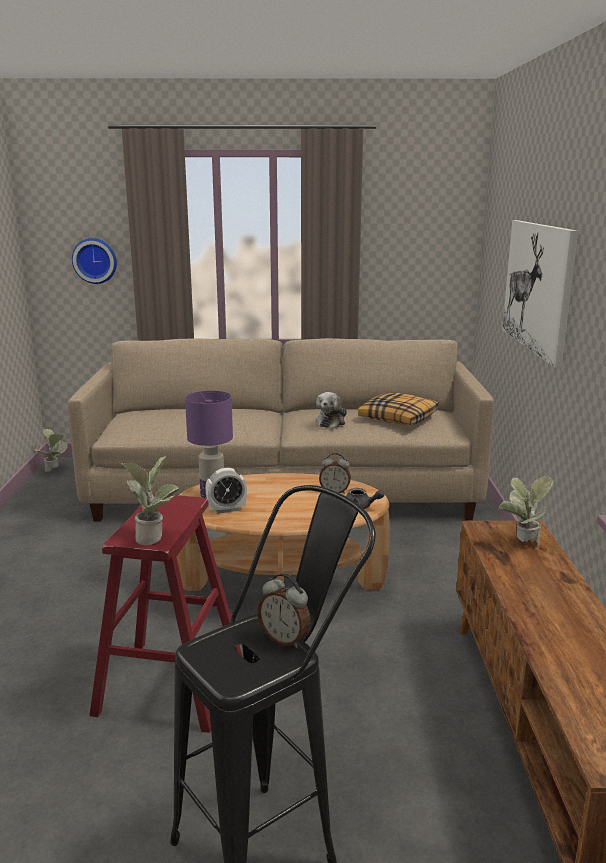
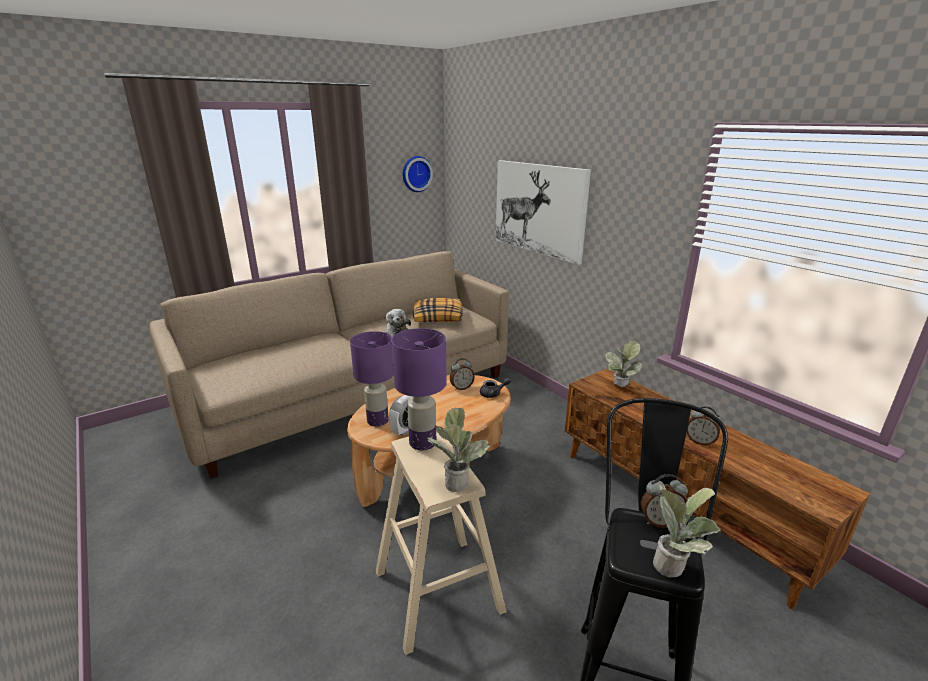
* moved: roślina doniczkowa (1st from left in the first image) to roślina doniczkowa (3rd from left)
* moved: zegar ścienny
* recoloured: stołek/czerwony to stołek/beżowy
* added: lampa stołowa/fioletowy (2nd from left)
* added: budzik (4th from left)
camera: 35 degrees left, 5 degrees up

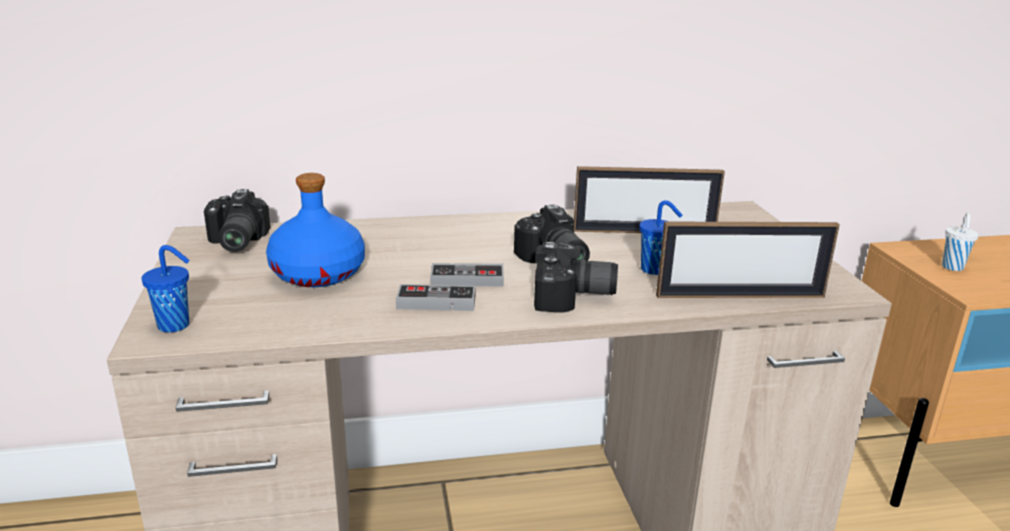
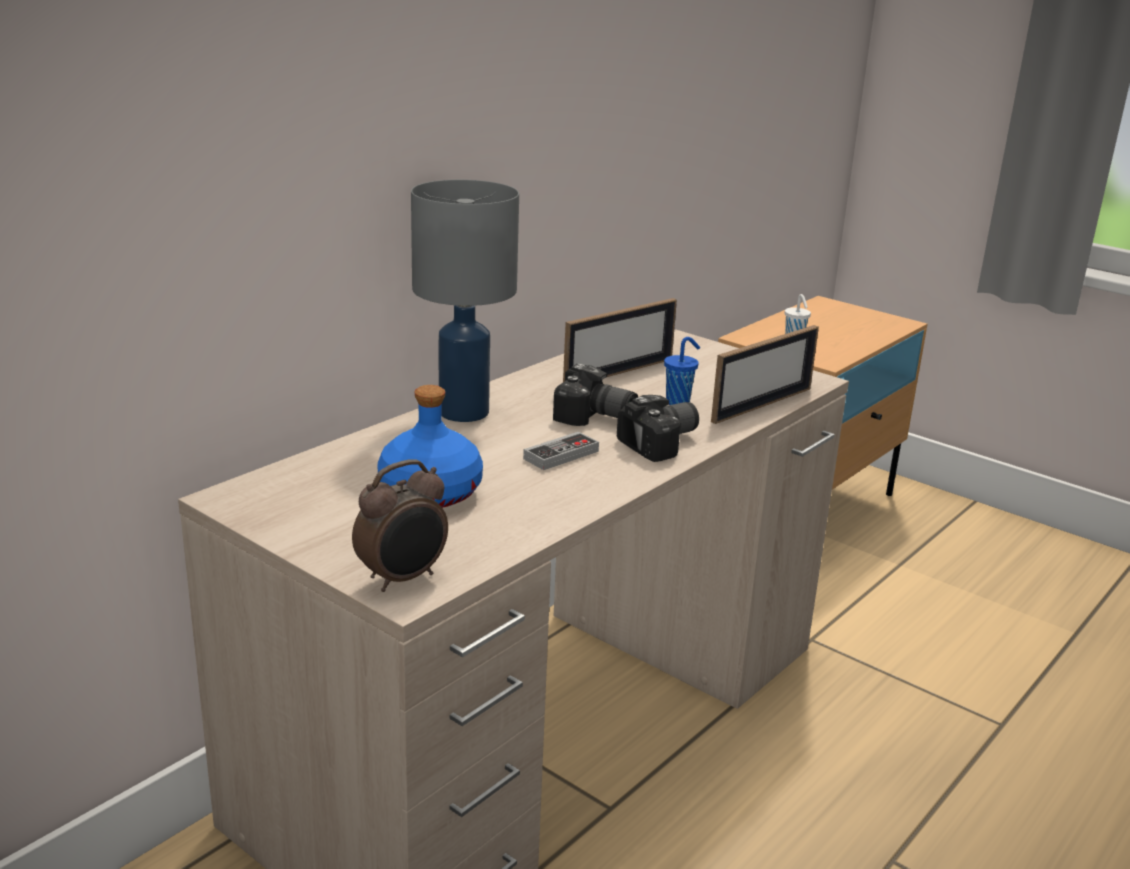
* replaced: filiżanka/niebieski (1st from left) to budzik
* removed: aparat fotograficzny (1st from left)
* removed: pad do gier (1st from left)
* added: lampa stołowa/szary
camera: 40 degrees left, 0 degrees up

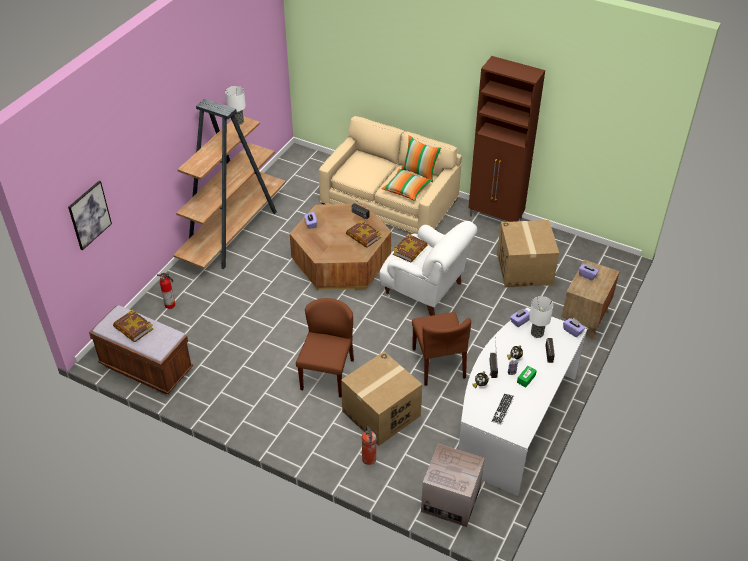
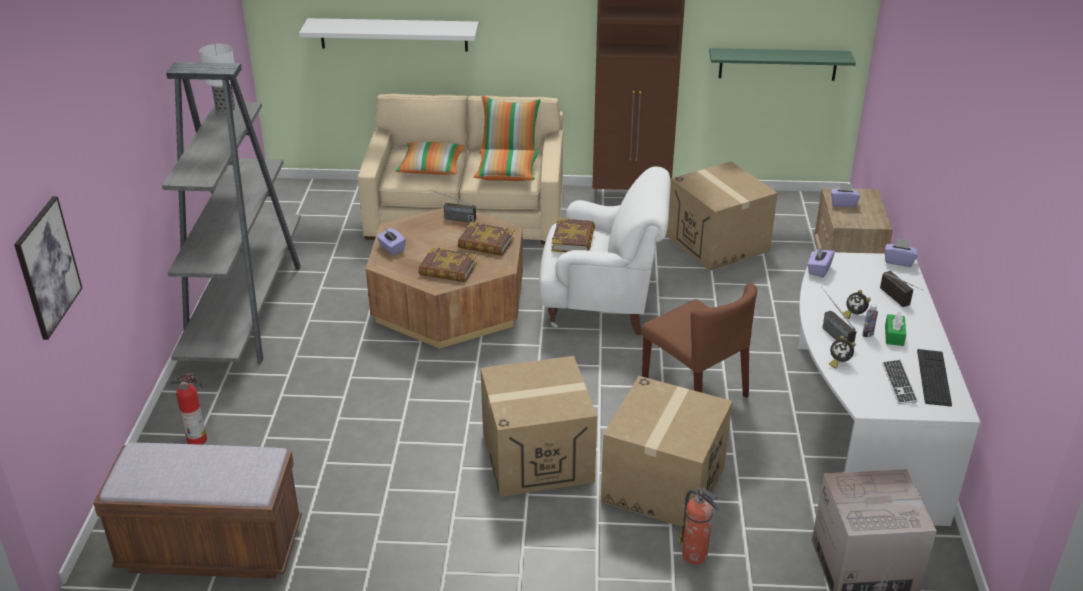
* moved: książka (1st from left)
* recoloured: regał/brązowy to regał/szary
* replaced: krzesło/brązowy (1st from left) to karton (1st from left)
* removed: lampa stołowa (2nd from left)
* added: półka/biały
* added: poduszka (1st from left)
* added: półka/zielony
* added: klawiatura (2nd from left)
camera: 25 degrees left, 10 degrees down

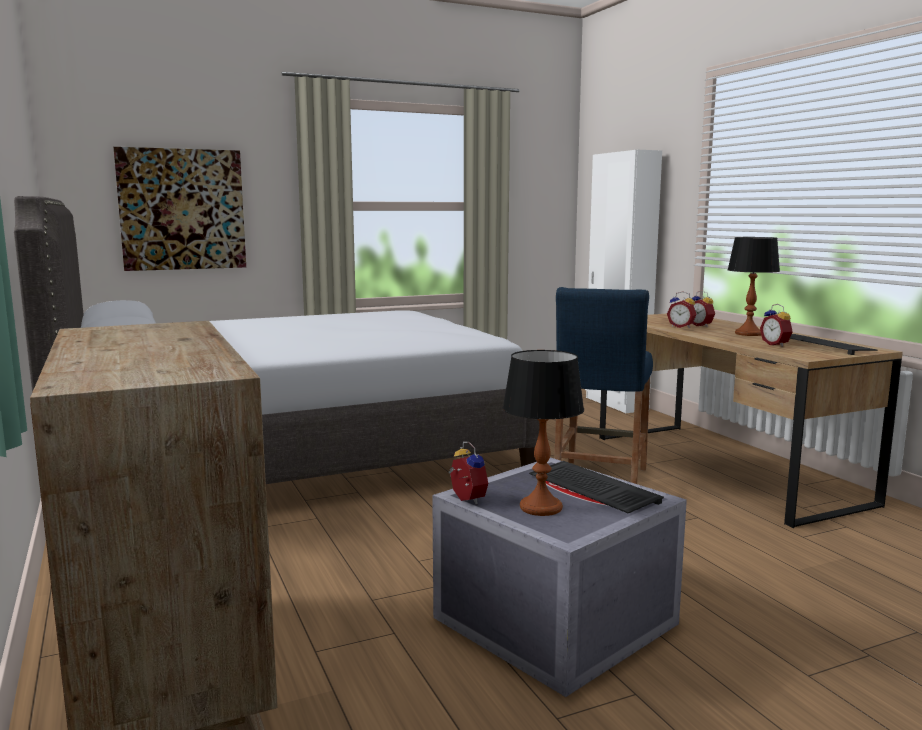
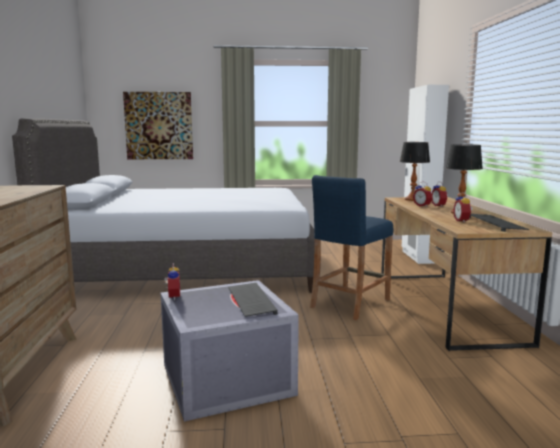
* moved: lampa stołowa (1st from left)
camera: 20 degrees right, 0 degrees up

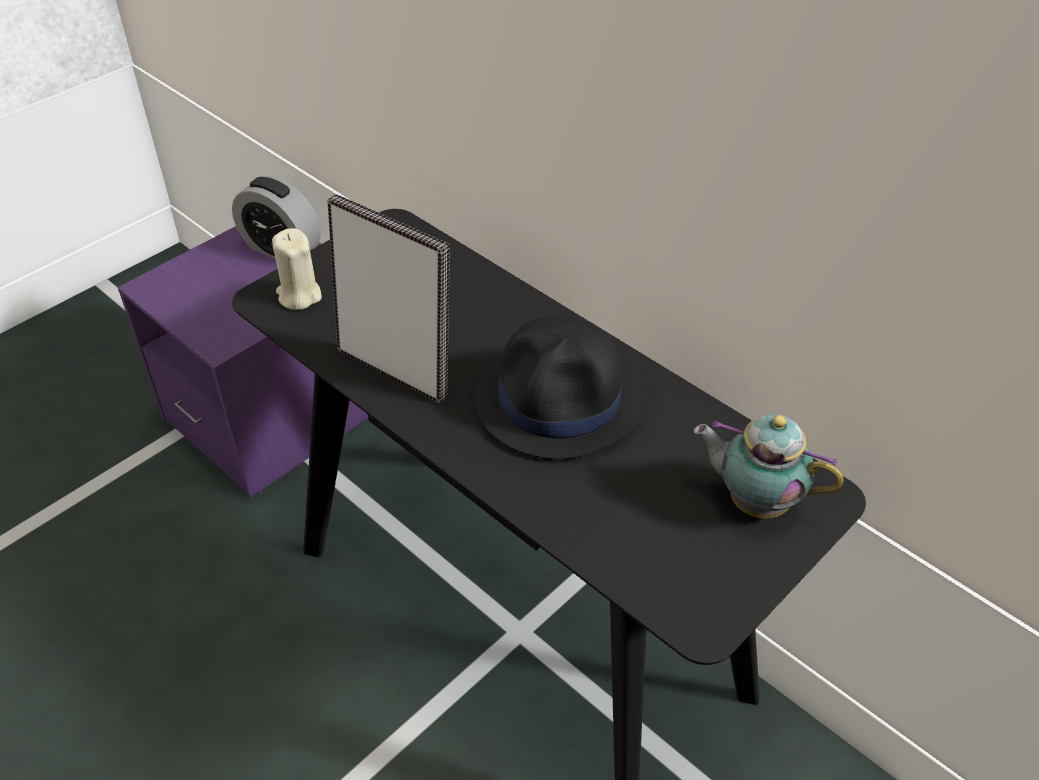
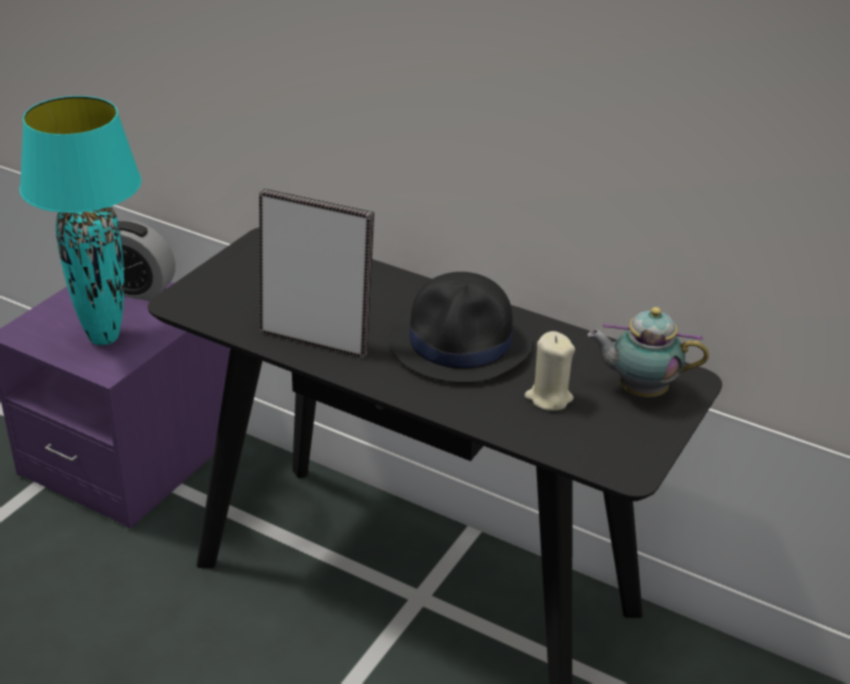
* moved: świeca/beżowy
* added: lampa stołowa/turkusowy
camera: 15 degrees left, 10 degrees down

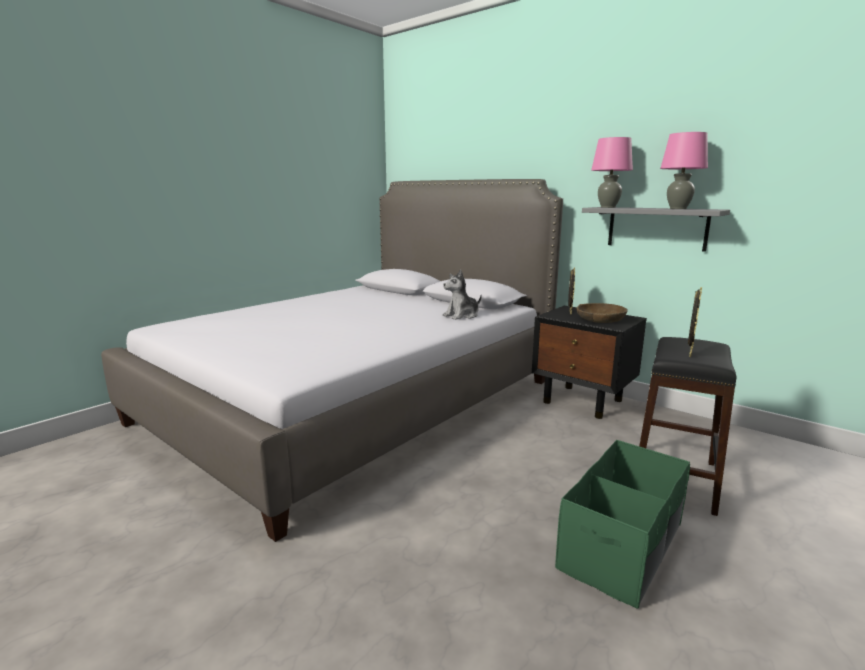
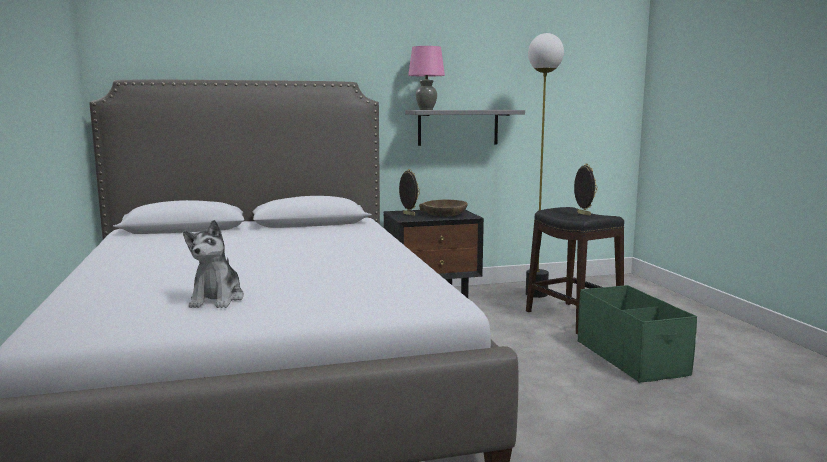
* moved: pluszak
* removed: lampa stołowa/różowy (2nd from left)
* added: lampa stojąca
camera: 55 degrees left, 5 degrees down

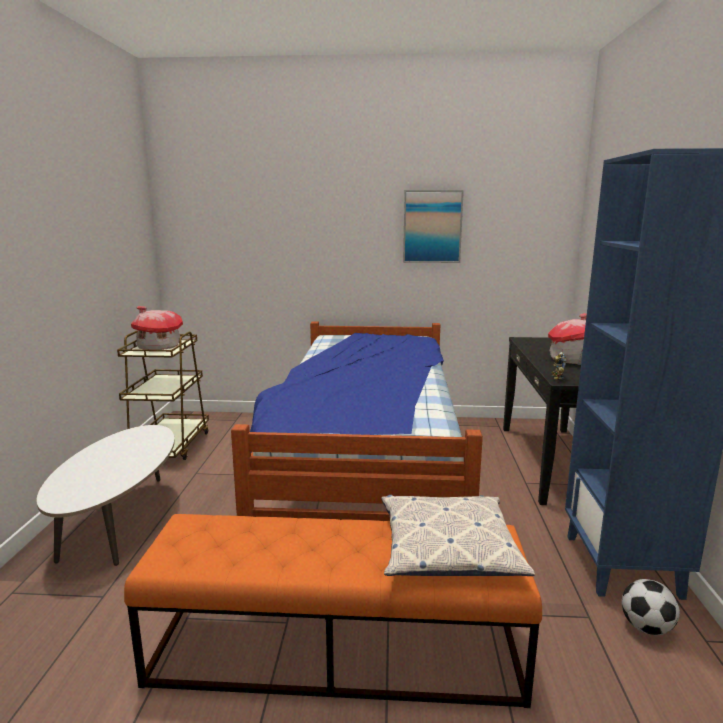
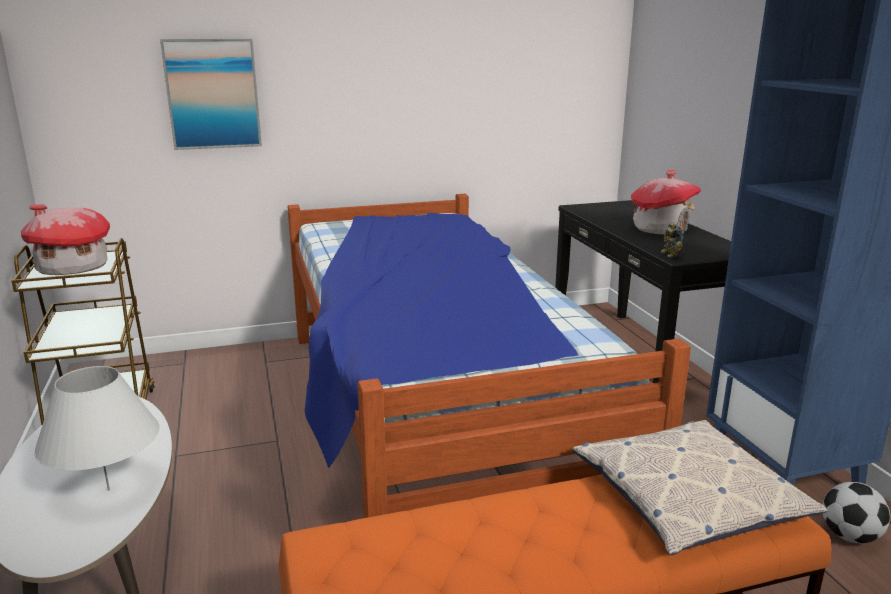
* moved: obraz
* added: lampa stołowa/biały
camera: 20 degrees left, 5 degrees up

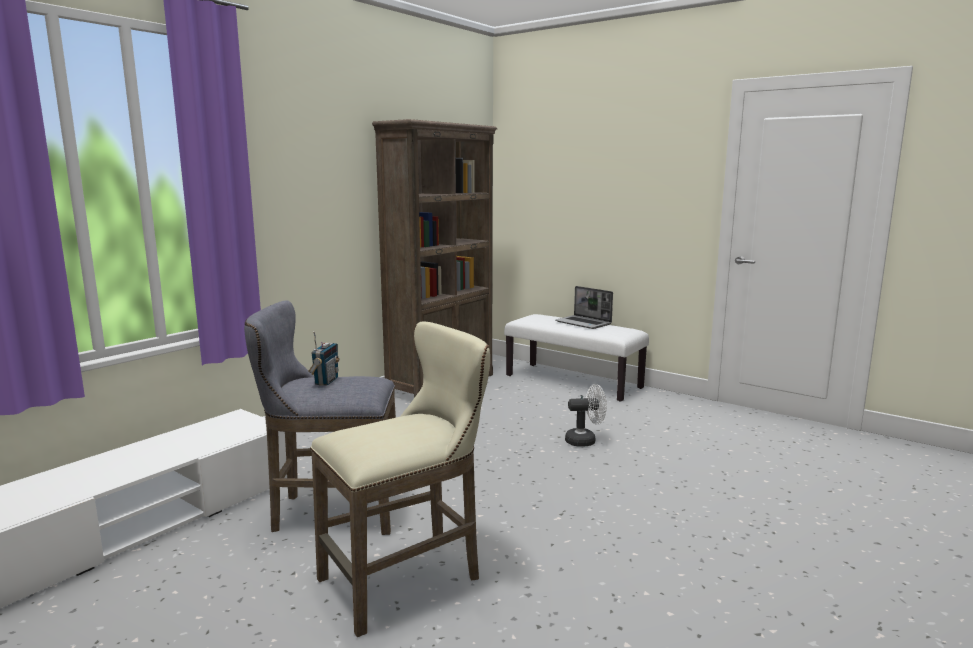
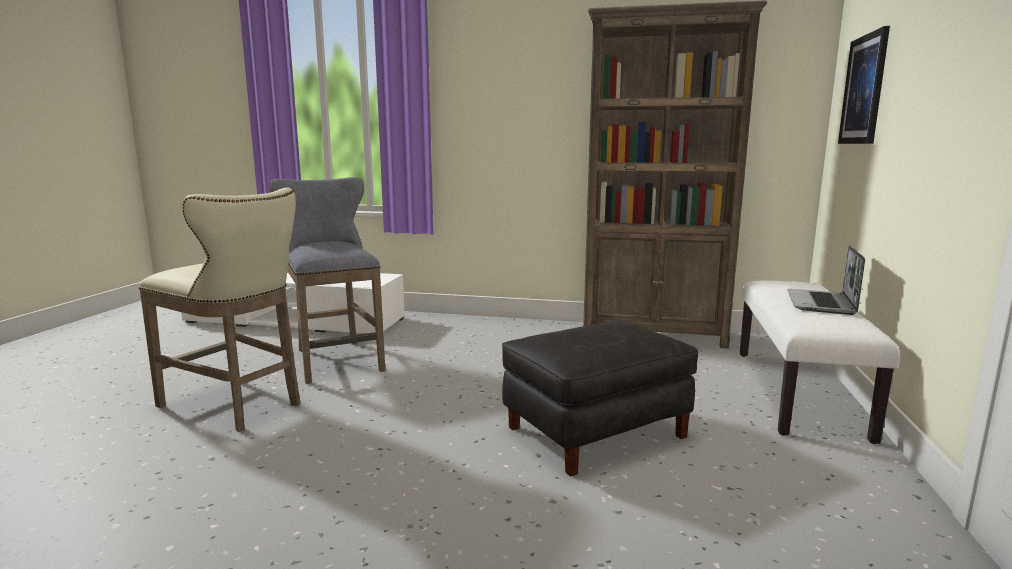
* removed: radio
* replaced: wentylator/biały to pufa/czarny
* added: obraz
camera: 65 degrees right, 0 degrees up

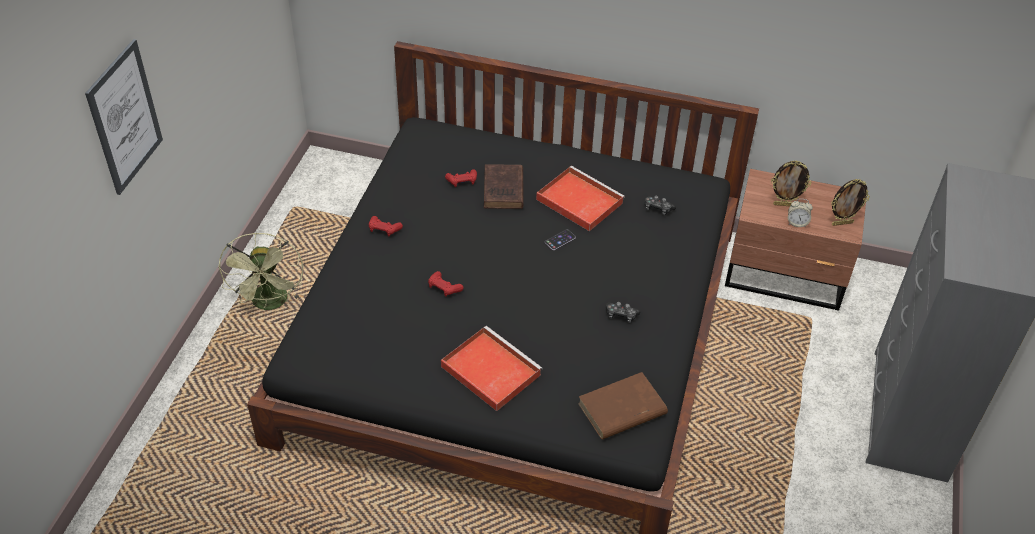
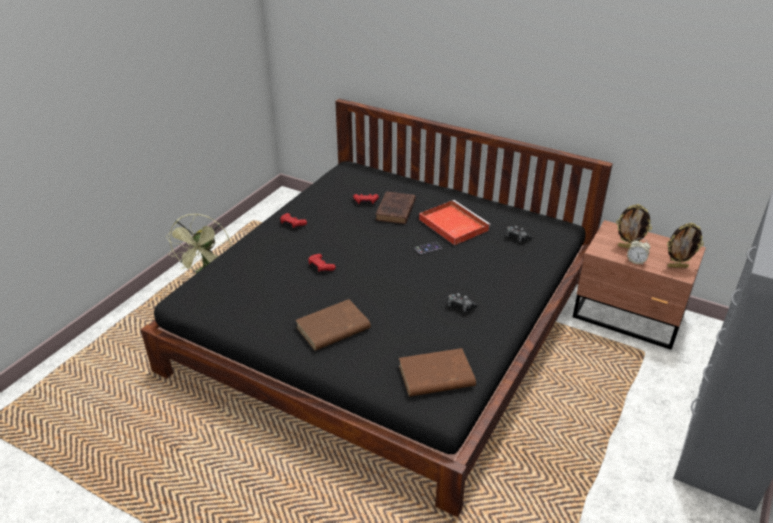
* removed: obraz
* replaced: taca/czerwony (1st from left) to książka/brązowy (1st from left)
camera: 15 degrees right, 10 degrees down

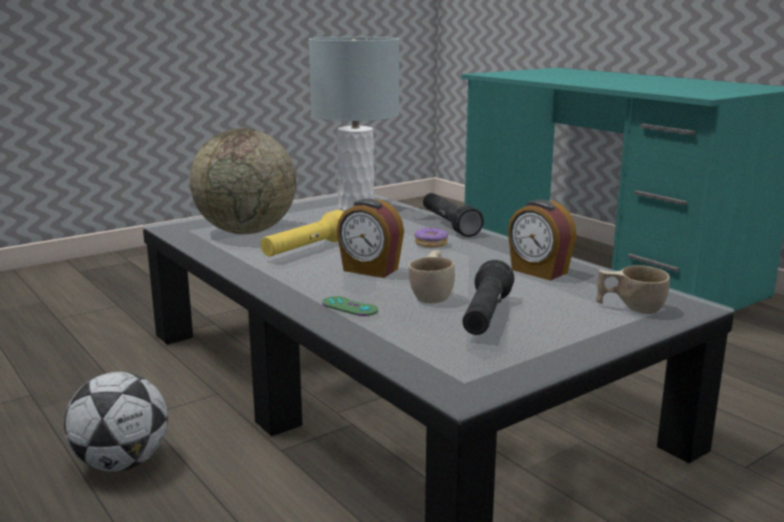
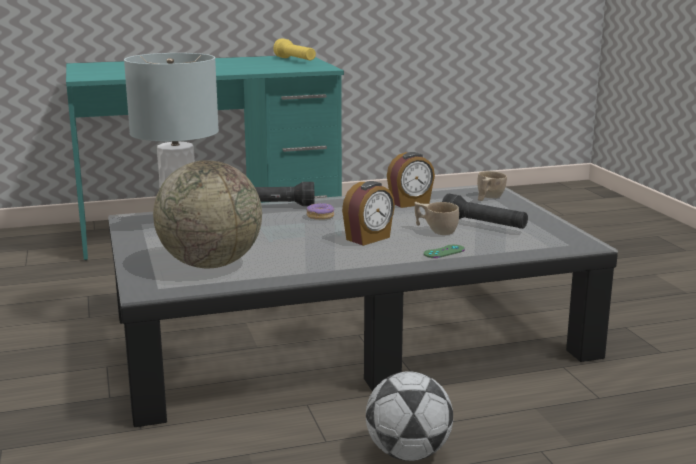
* moved: latarka/żółty
camera: 70 degrees left, 0 degrees up

